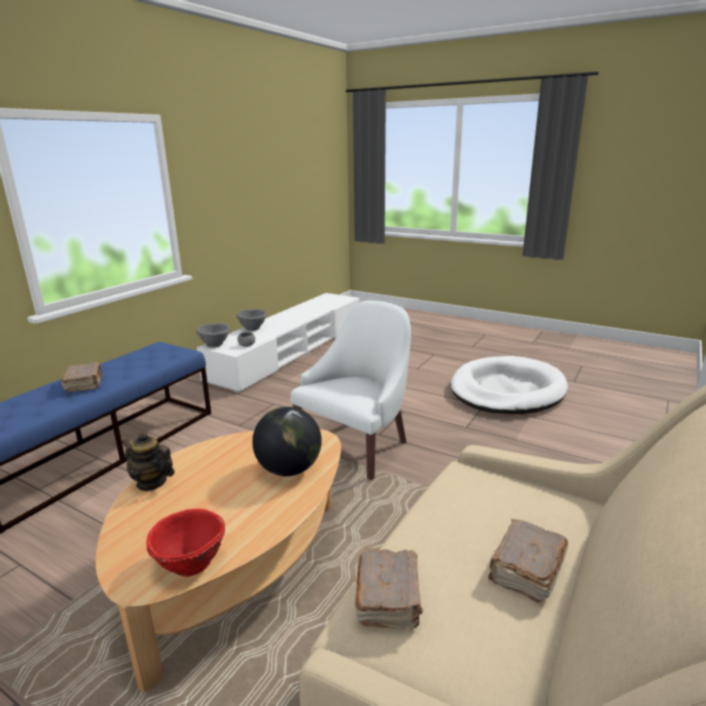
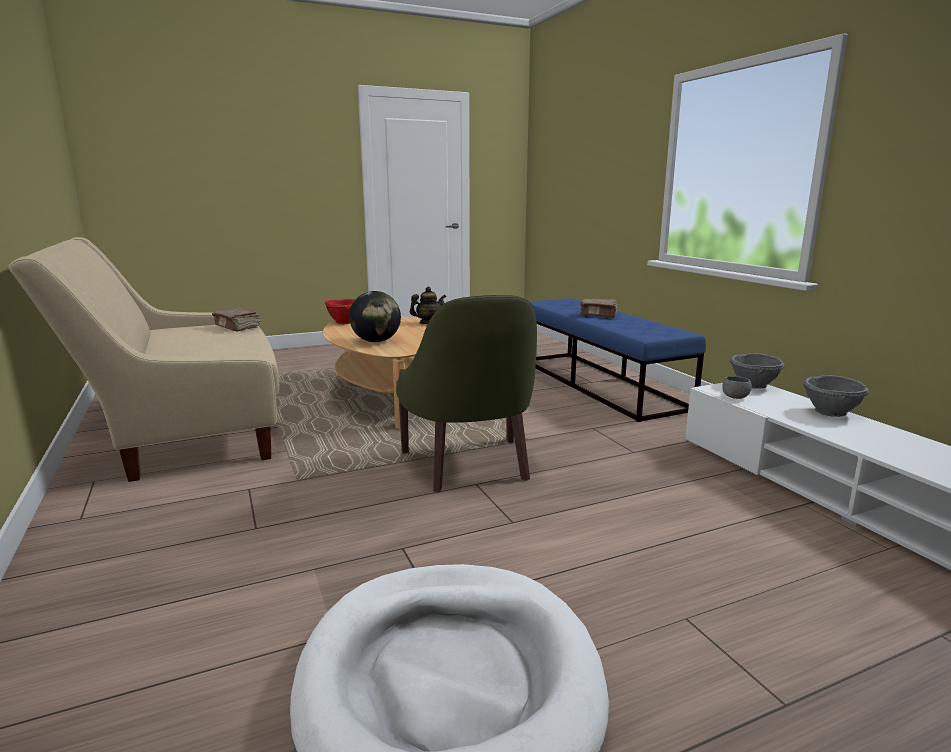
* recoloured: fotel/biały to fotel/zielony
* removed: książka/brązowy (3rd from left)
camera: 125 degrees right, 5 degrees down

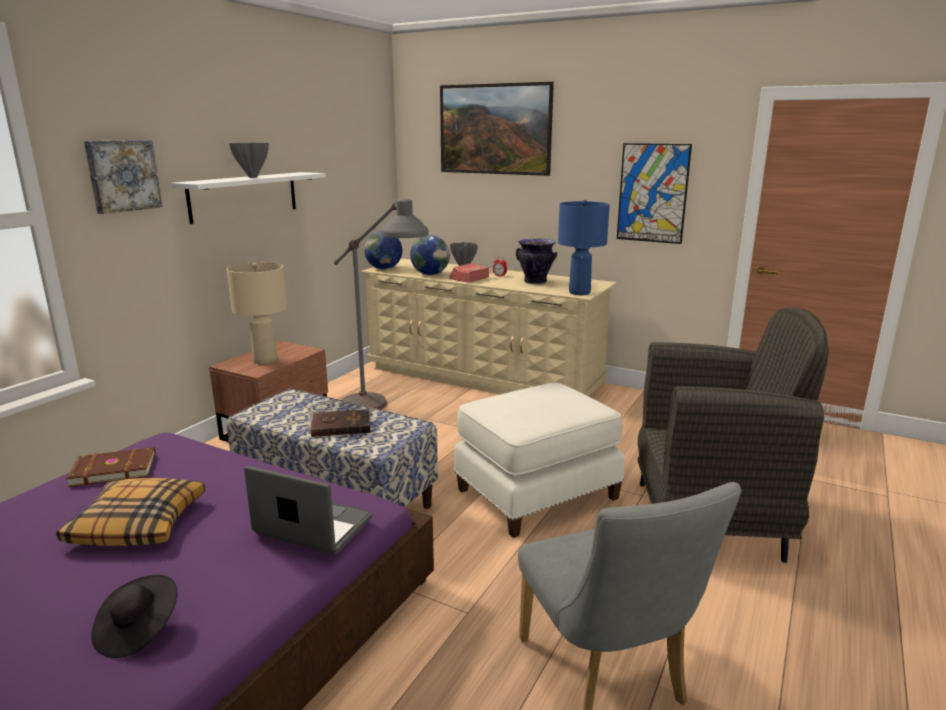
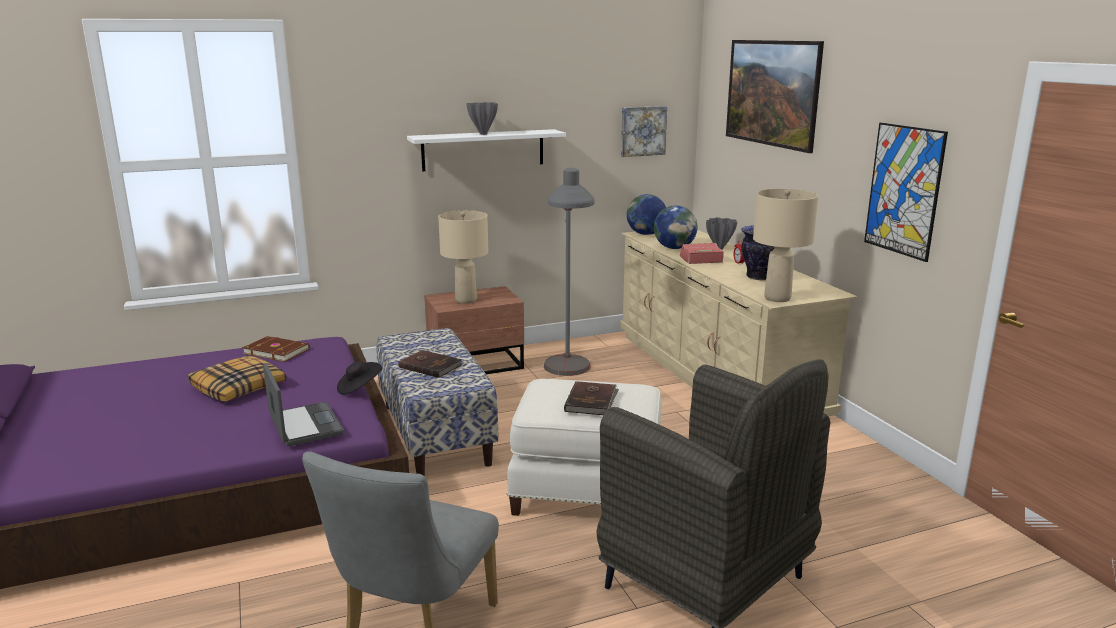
* moved: obraz (1st from left)
* moved: kapelusz/czarny
* recoloured: lampa stołowa/niebieski to lampa stołowa/beżowy (2nd from left)
* added: książka/brązowy (3rd from left)
camera: 40 degrees right, 0 degrees up

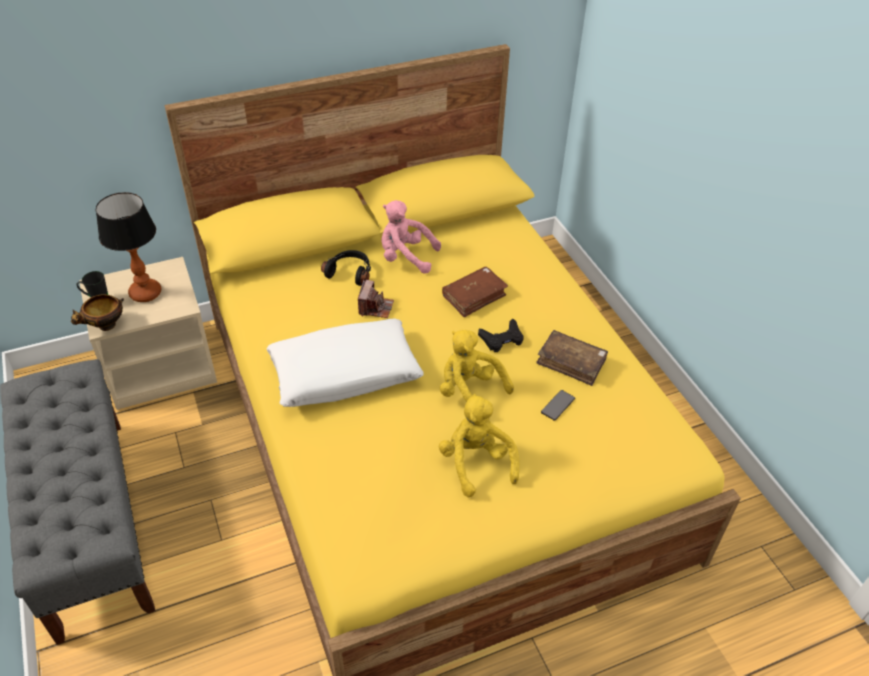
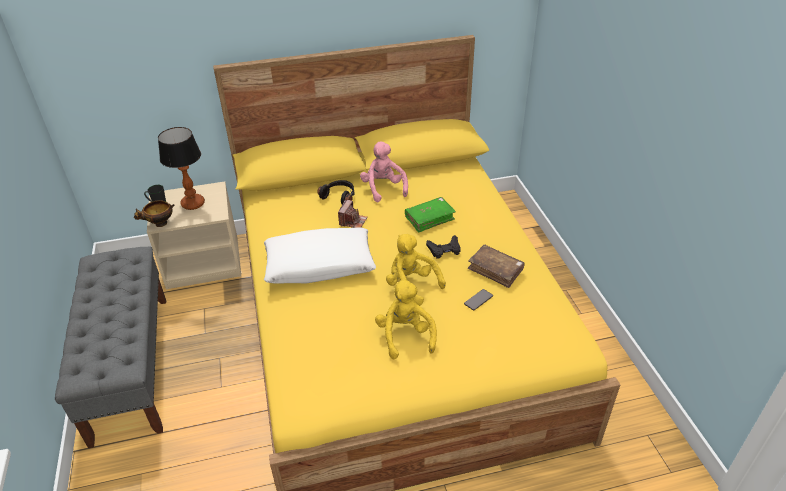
* turned: pluszak/różowy 45 degrees clockwise
* recoloured: książka/brązowy (1st from left) to książka/zielony
camera: 10 degrees right, 5 degrees down

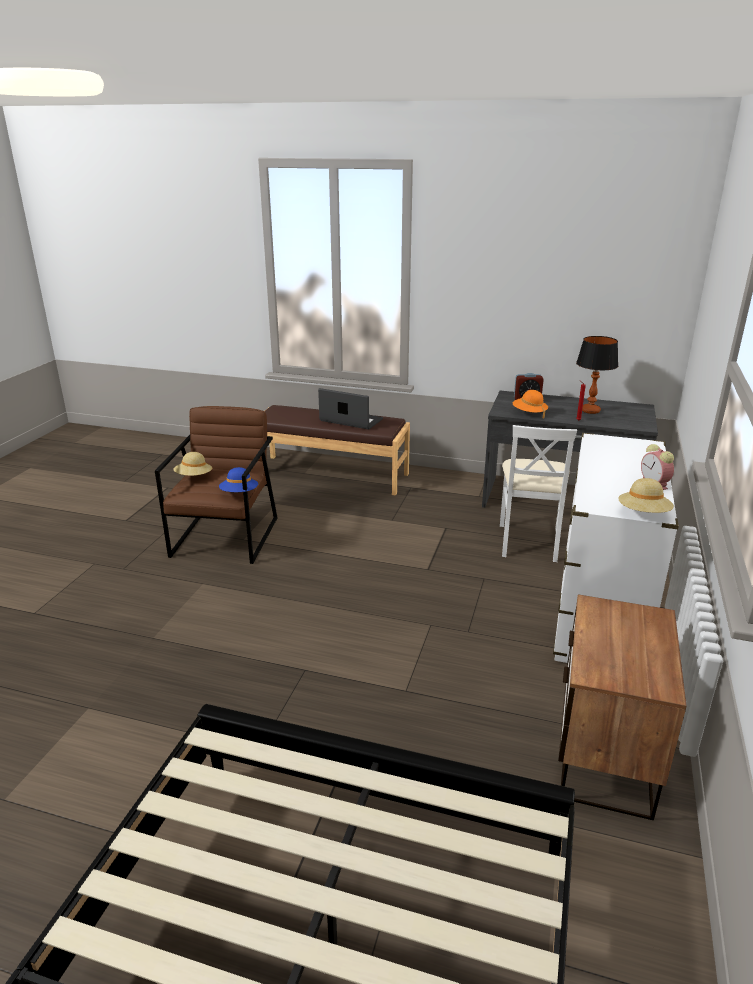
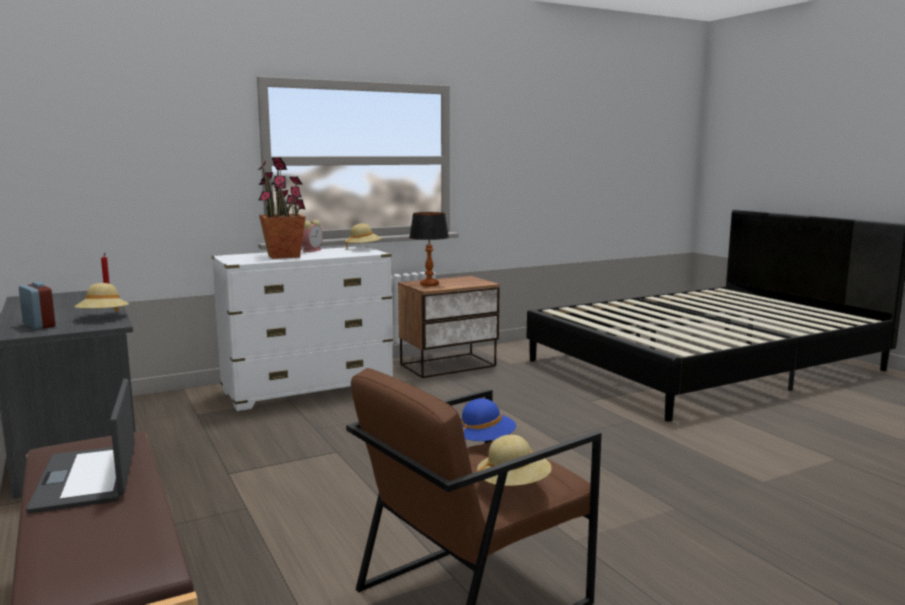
* removed: krzesło/biały
* recoloured: kapelusz/pomarańczowy to kapelusz/beżowy (1st from left)
* moved: lampa stołowa
* added: roślina doniczkowa
camera: 135 degrees left, 15 degrees down

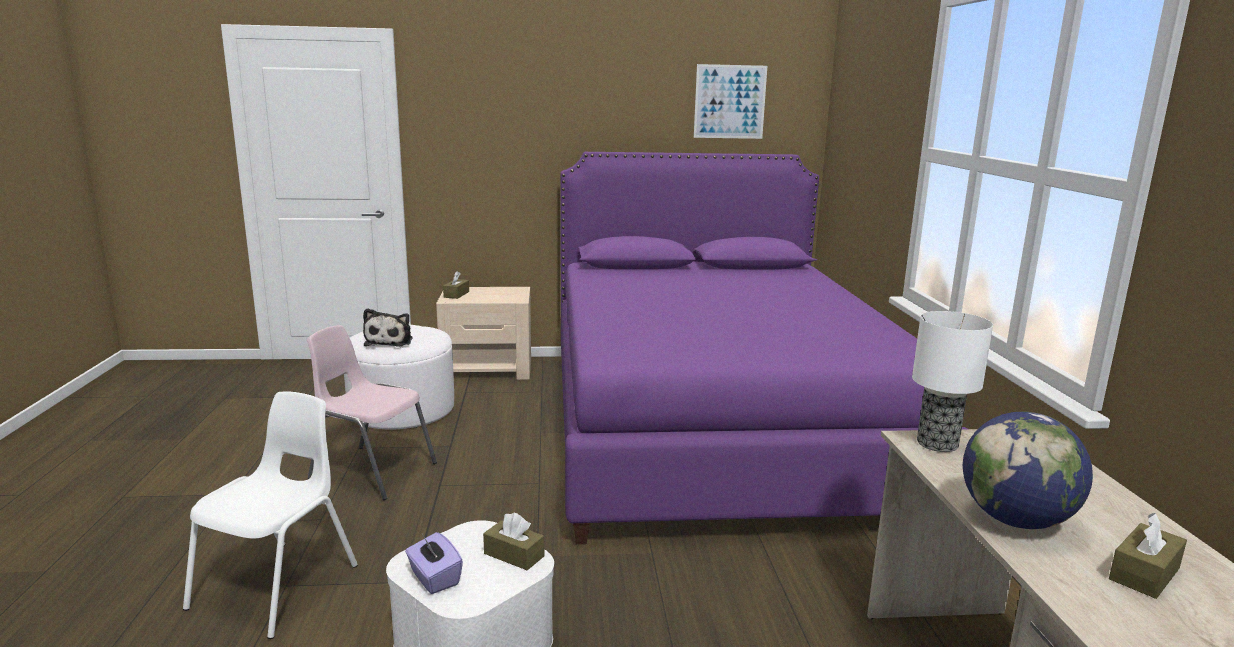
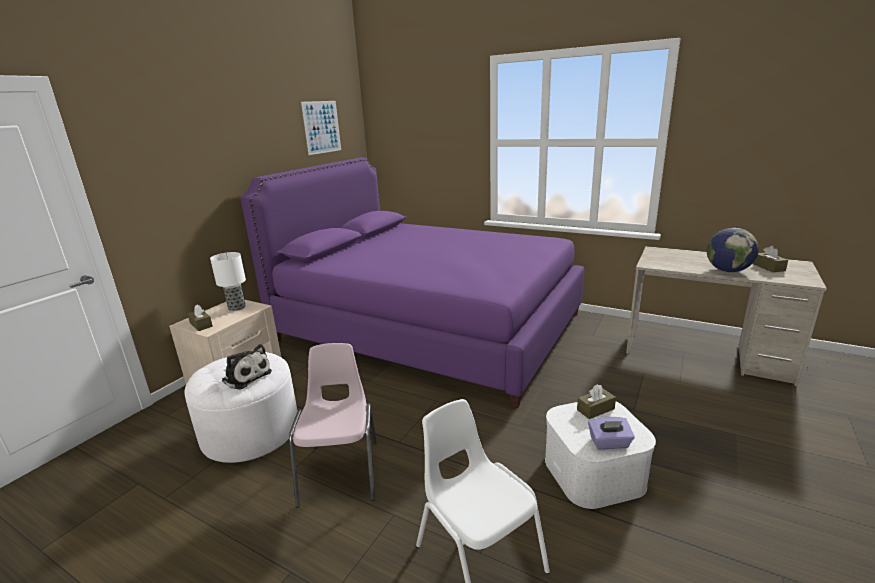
* turned: krzesło/różowy 120 degrees clockwise
* moved: lampa stołowa
camera: 55 degrees left, 5 degrees up

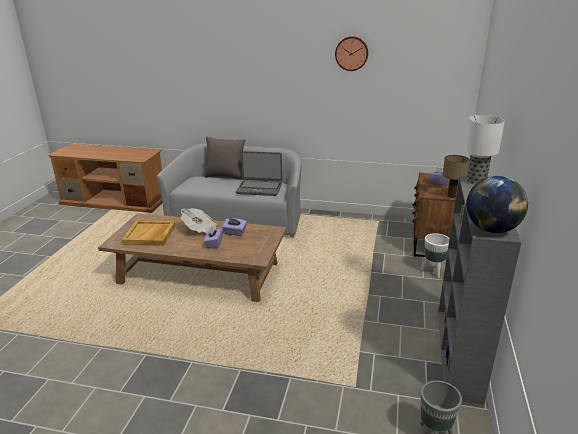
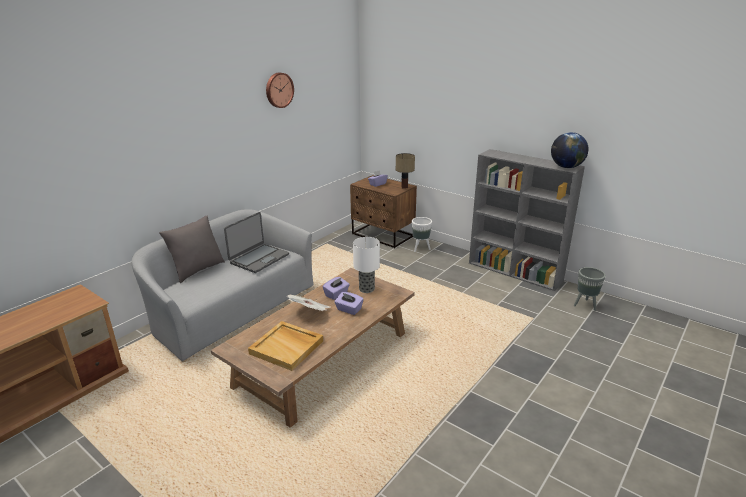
* moved: lampa stołowa (2nd from left in the first image) to lampa stołowa (1st from left)
camera: 65 degrees left, 0 degrees up

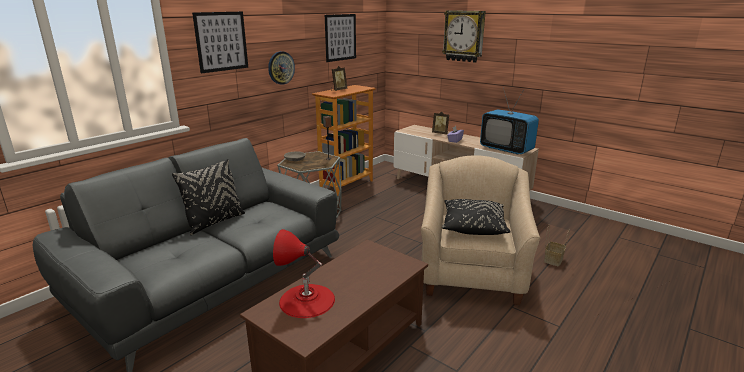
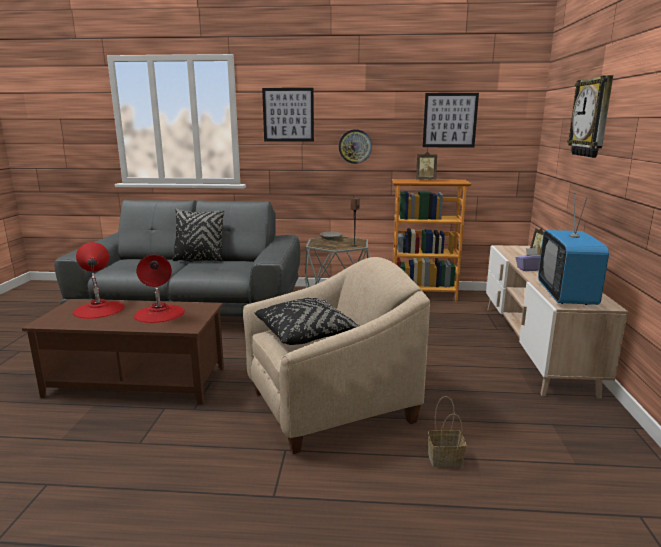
* added: lampa stołowa/czerwony (2nd from left)
camera: 55 degrees right, 5 degrees down

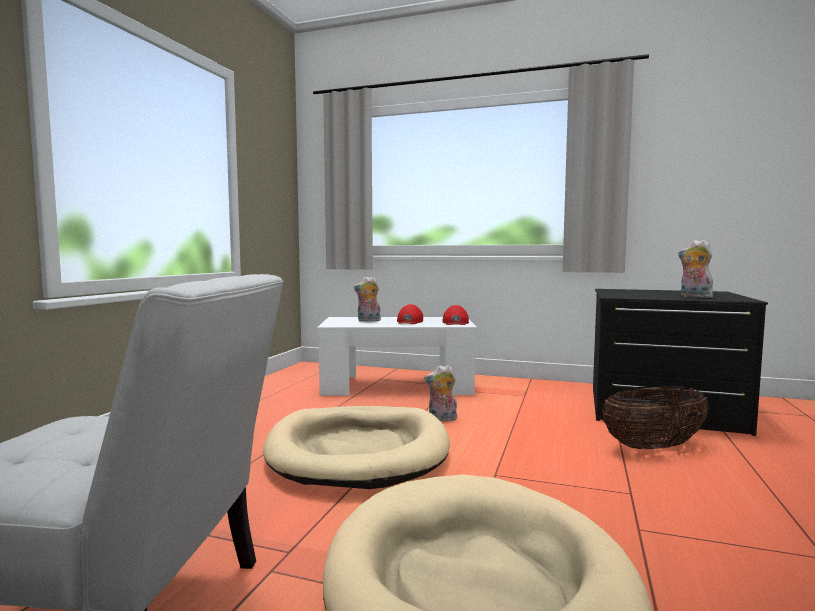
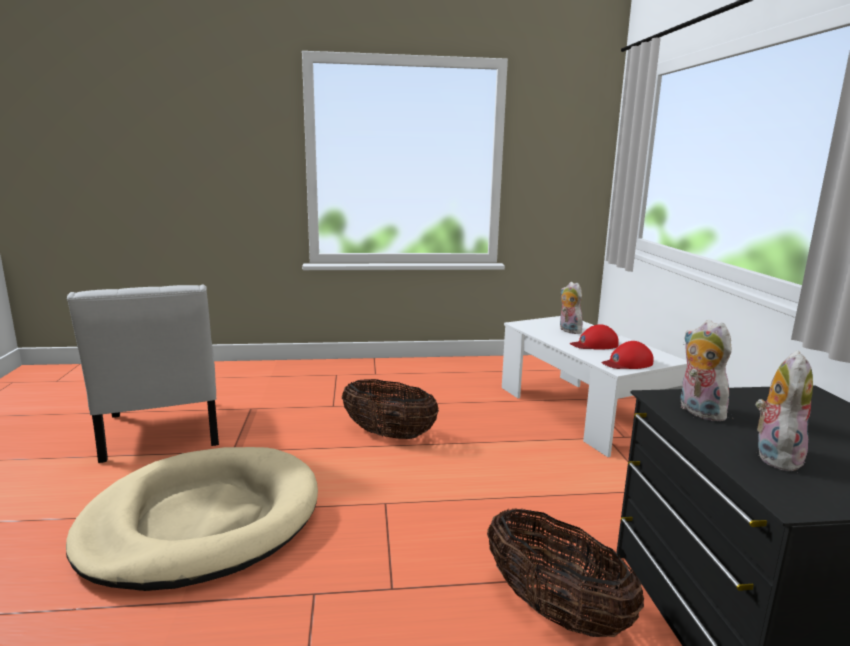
* replaced: legowisko/beżowy (1st from left) to koszyk (1st from left)
* moved: pluszak (2nd from left)
camera: 65 degrees right, 10 degrees up

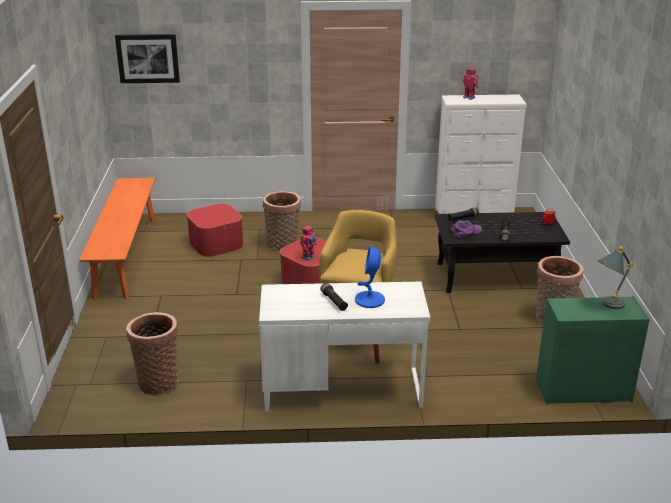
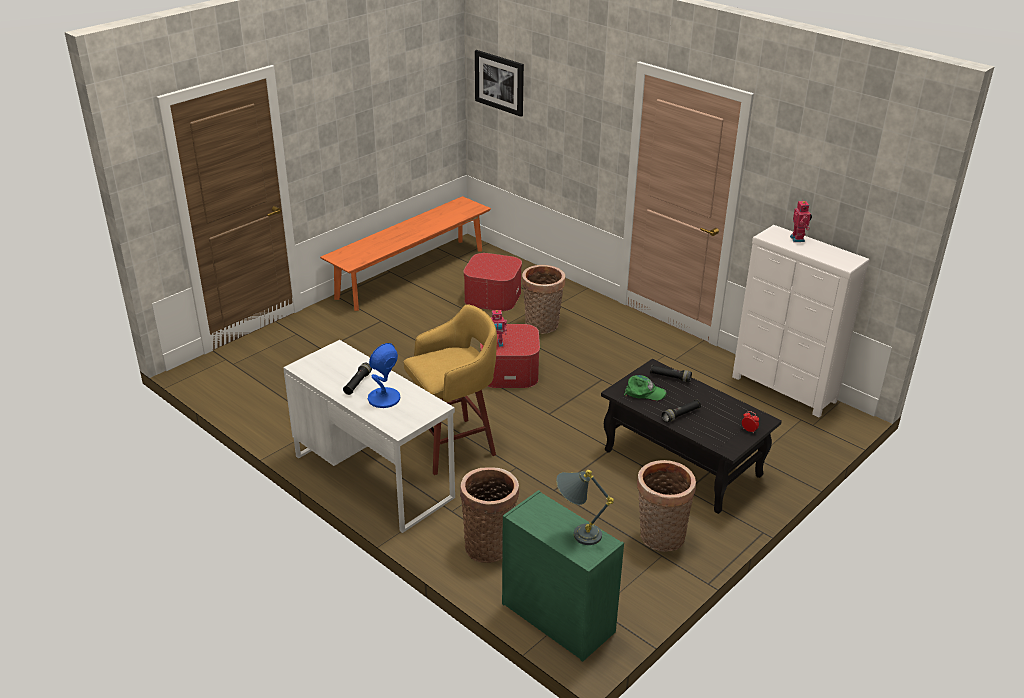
* moved: koszyk (1st from left)
* recoloured: czapka z daszkiem/fioletowy to czapka z daszkiem/zielony
camera: 45 degrees right, 5 degrees up

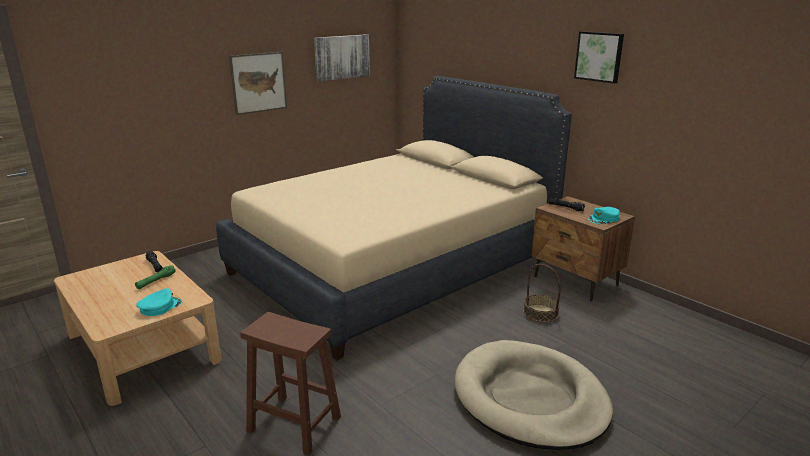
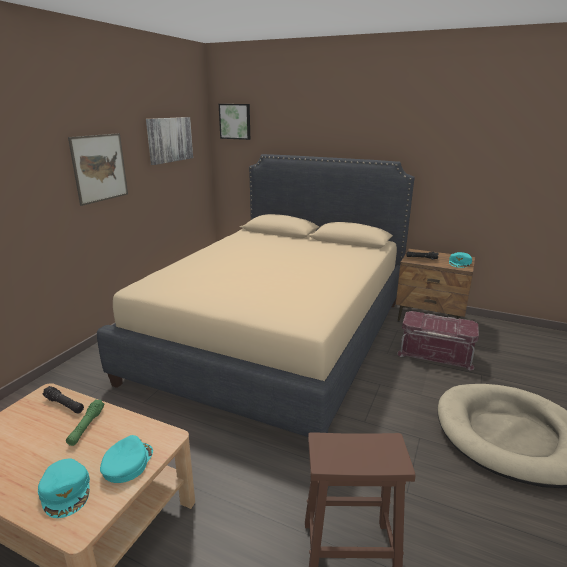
* replaced: koszyk to pojemnik do przechowywania/czerwony
* moved: obraz (3rd from left)
* added: czapka z daszkiem/turkusowy (1st from left)
camera: 25 degrees left, 0 degrees up

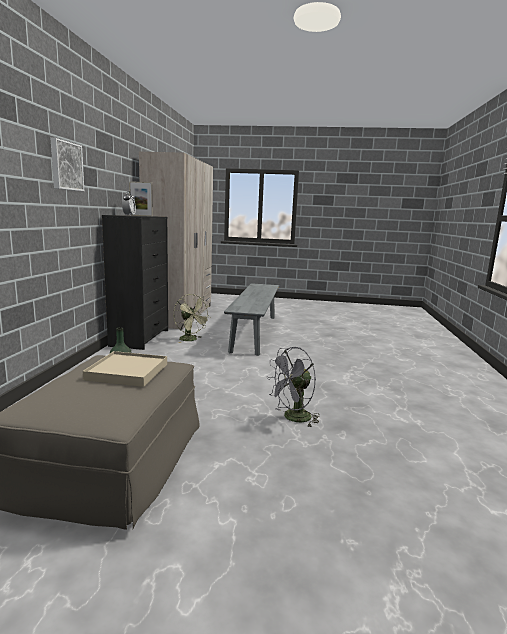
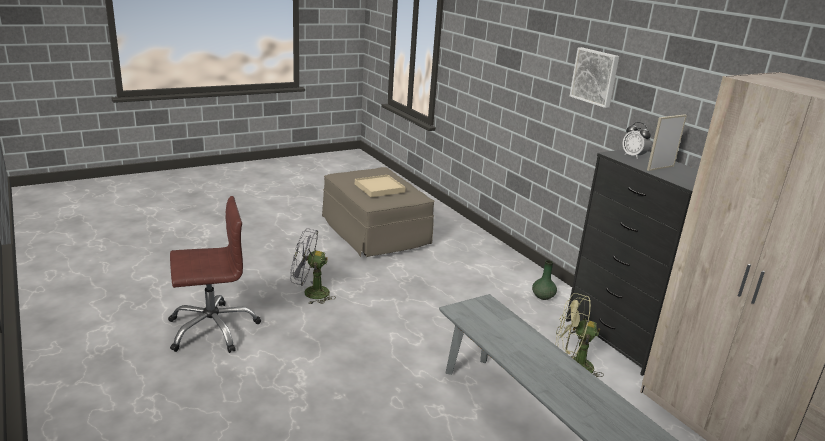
* turned: wentylator/szary 105 degrees counterclockwise
* added: krzesło biurowe/brązowy
camera: 140 degrees right, 10 degrees up

